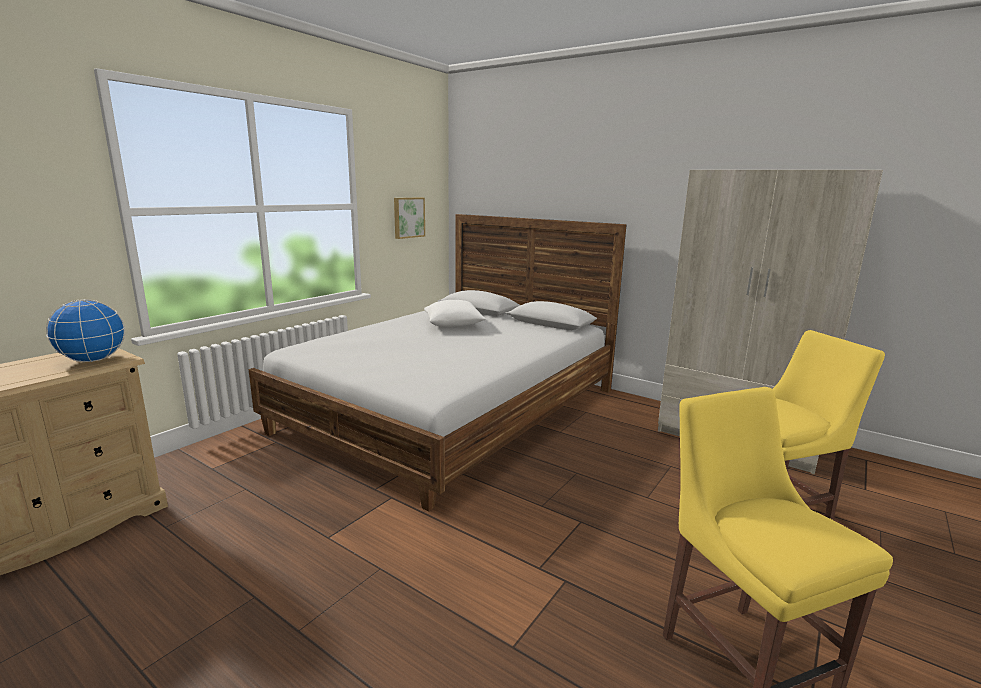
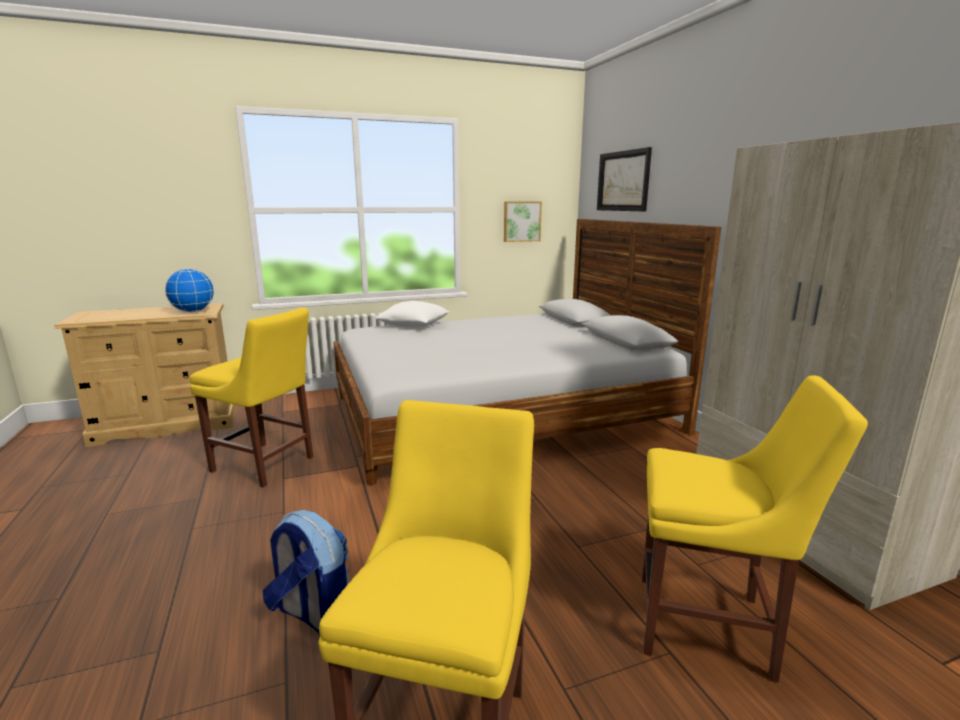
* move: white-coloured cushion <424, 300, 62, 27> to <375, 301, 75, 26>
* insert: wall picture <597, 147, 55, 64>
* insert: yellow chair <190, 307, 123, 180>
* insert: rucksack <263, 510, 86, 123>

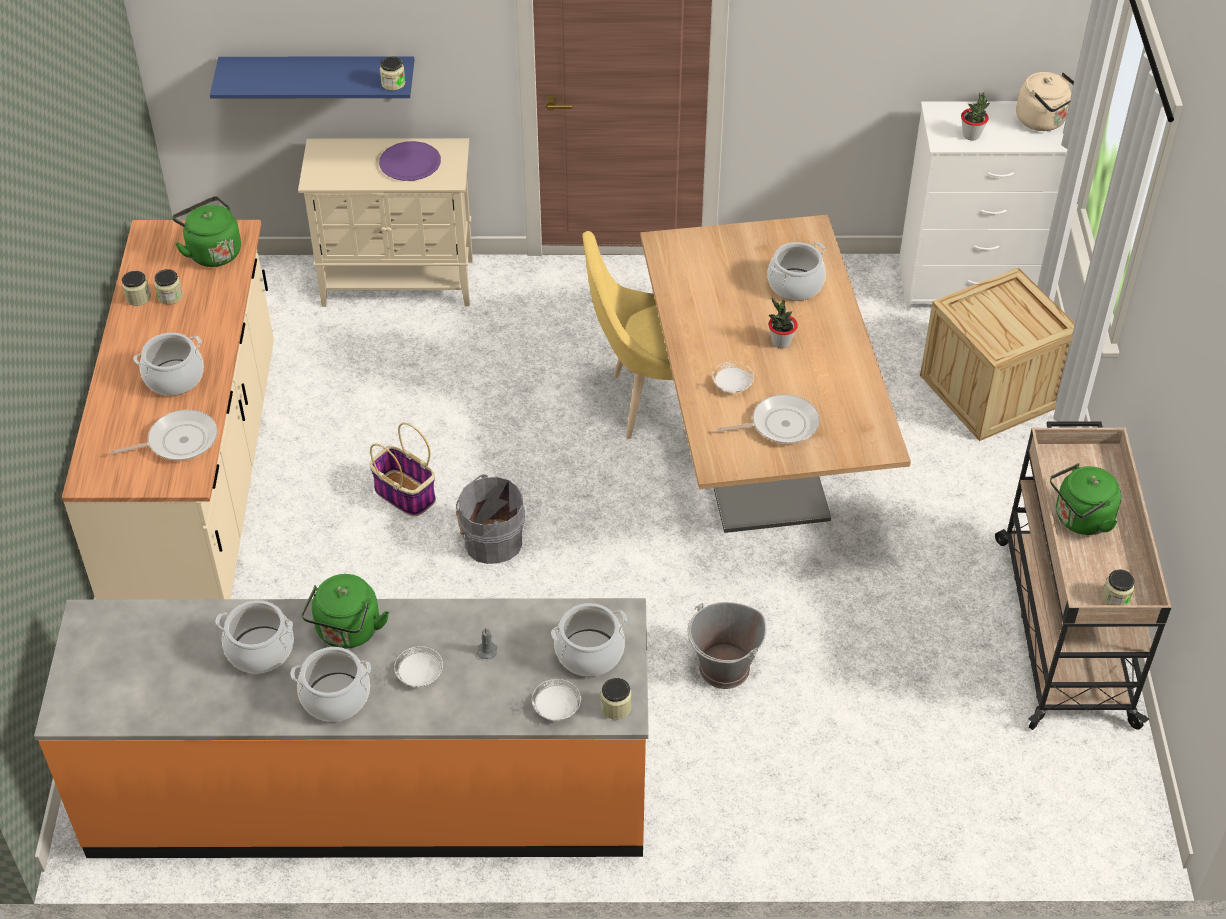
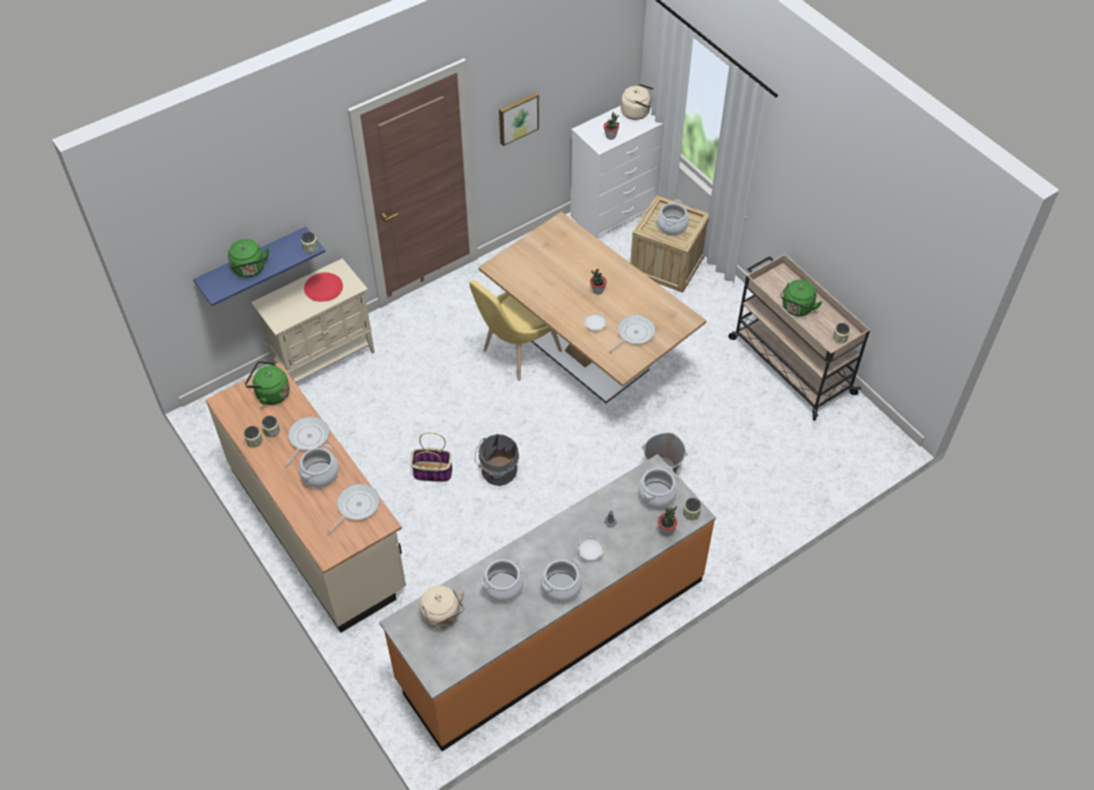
* recolor: purplish dinner plate <379, 141, 62, 40> to reddish dinner plate <304, 273, 39, 29>
* move: saucepot <767, 242, 59, 59> to <657, 200, 32, 35>
* move: green-coloured water kettle <301, 574, 88, 75> to <228, 239, 41, 39>
* replace: white-coloured dinner plate <532, 679, 49, 42> to plant in a pot <658, 506, 19, 29>
* insert: wall picture <499, 92, 40, 54>
* insert: pan <285, 417, 44, 50>
* insert: beige water kettle <419, 585, 46, 45>

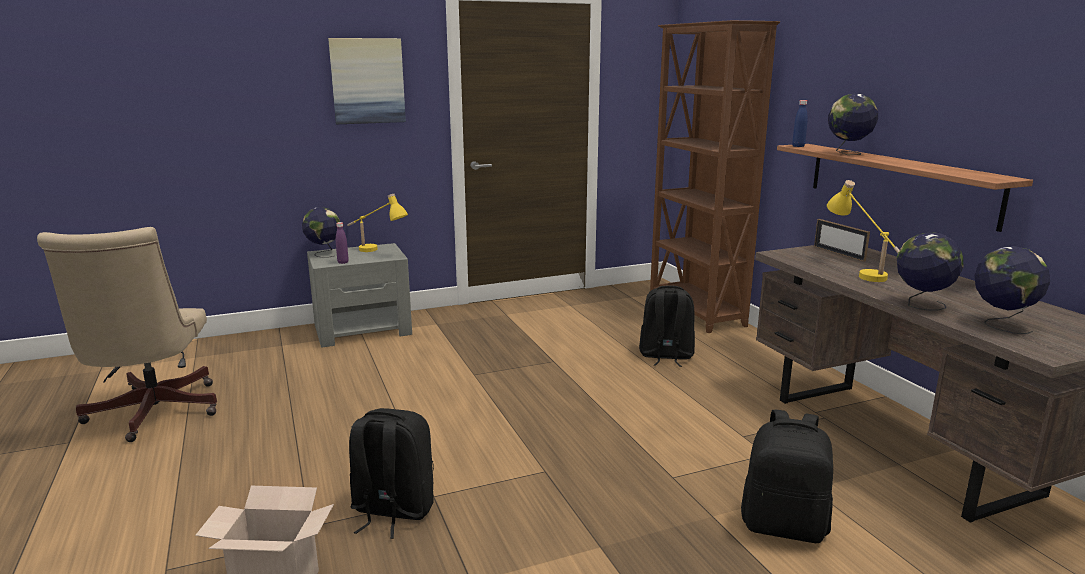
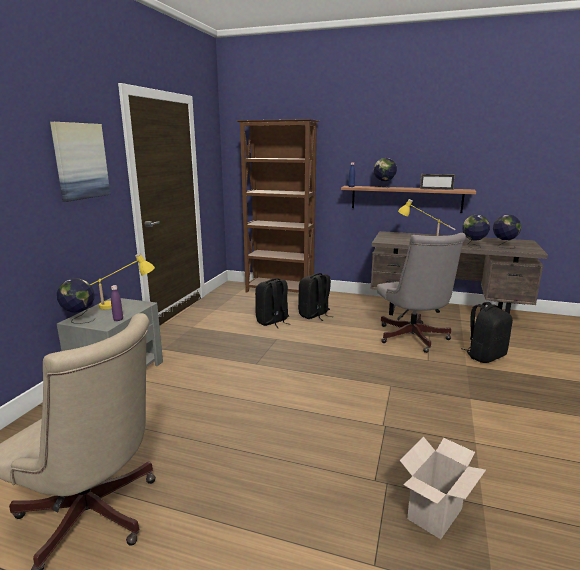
* move: picture frame <814, 219, 56, 43> to <420, 174, 35, 16>
* move: black rucksack <349, 408, 85, 131> to <255, 278, 34, 50>
* insert: gray office chair <377, 233, 89, 120>

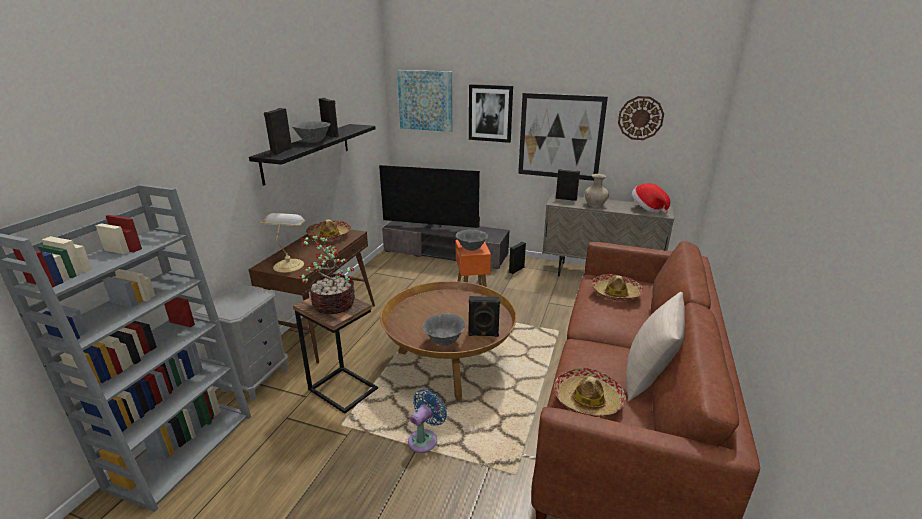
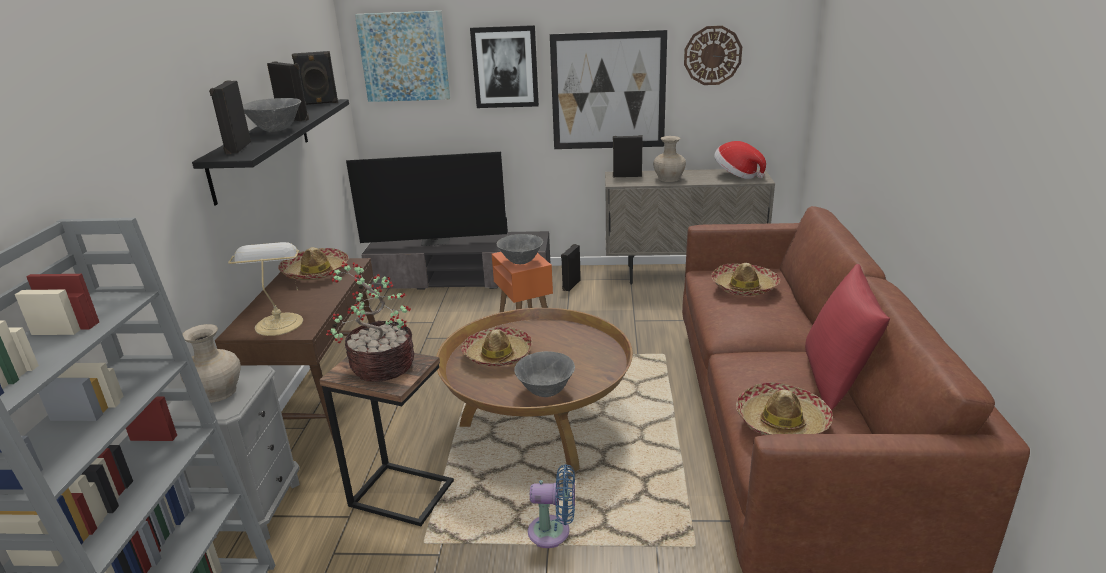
* recolor: beige cushion <626, 292, 59, 110> to reddish cushion <805, 264, 85, 146>
* move: black loudspeaker <468, 296, 32, 41> to <292, 51, 46, 54>
* rotate: blue-coloured fan <408, 389, 39, 64> = <528, 464, 47, 84> 75 degrees clockwise
* insert: beige decorative vase <180, 324, 61, 79>
* insert: wearable hat <461, 327, 72, 39>

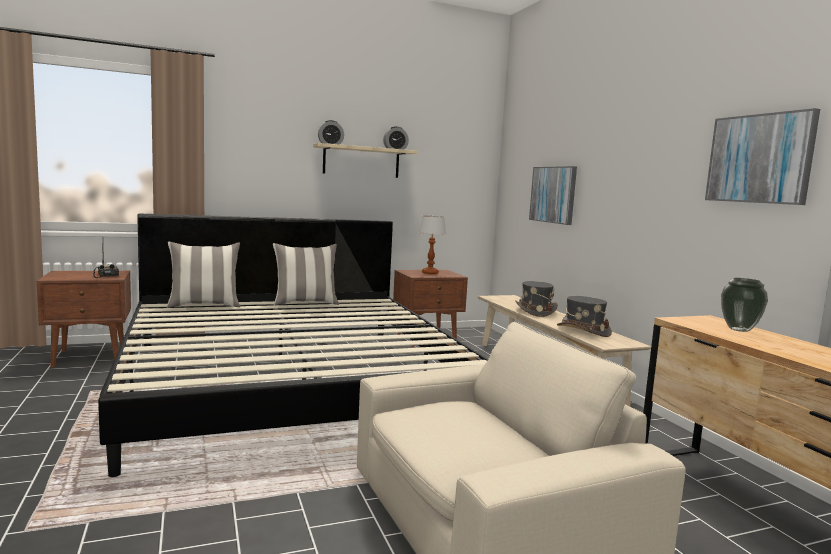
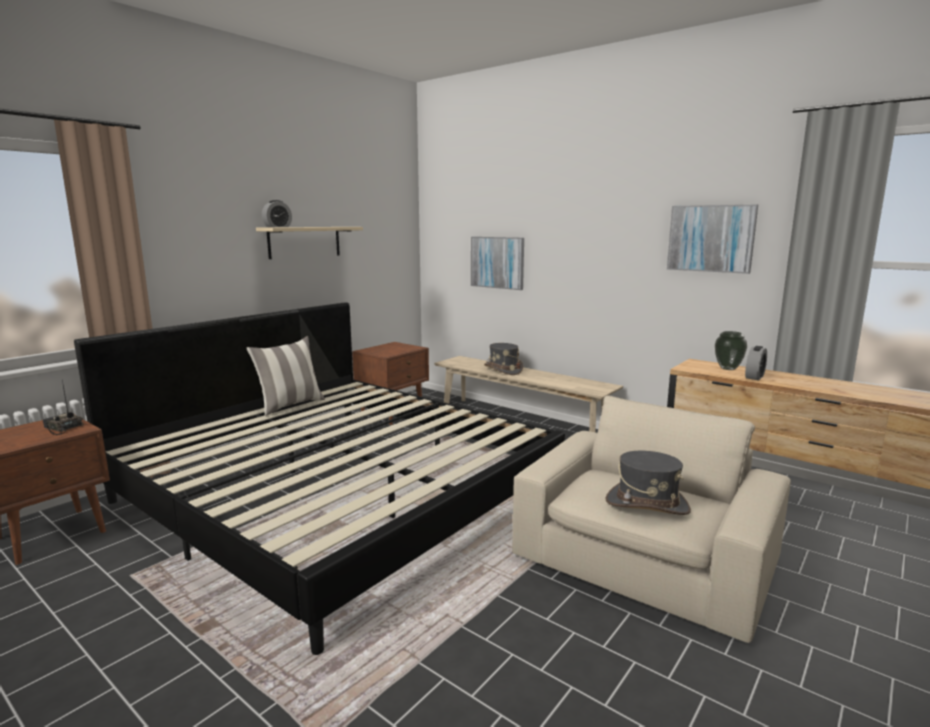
* move: table clock <383, 126, 26, 24> to <745, 346, 22, 34>
* delete: lamp for a table <419, 216, 27, 58>
* delete: cushion <167, 242, 73, 66>
* move: gray wearable hat <557, 296, 55, 41> to <606, 451, 85, 64>

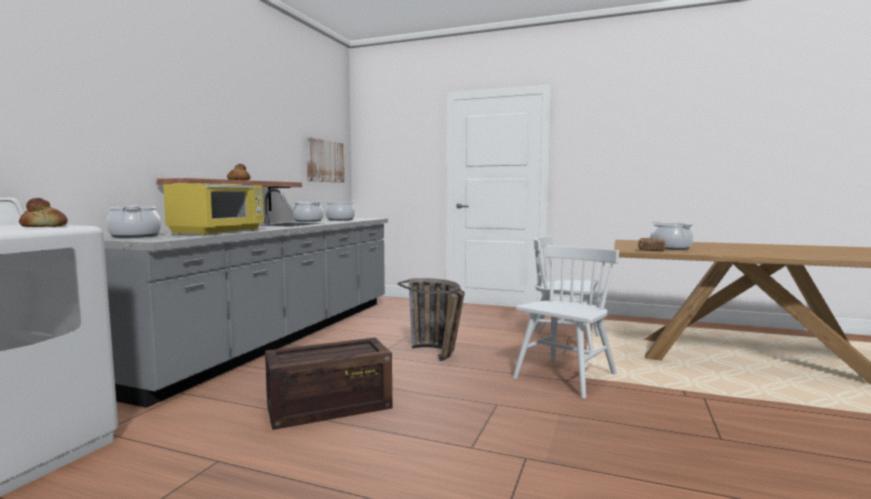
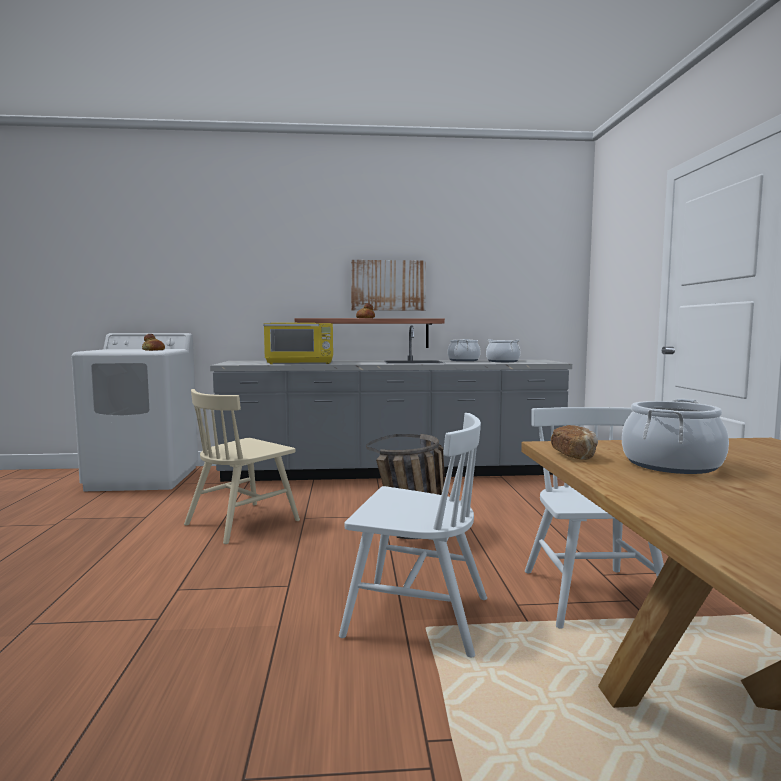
* move: wall picture <306, 137, 39, 46> to <351, 260, 75, 51>
* delete: saucepot <106, 205, 55, 33>
* replace: shipping crate <265, 338, 127, 92> to beige chair <184, 389, 116, 155>

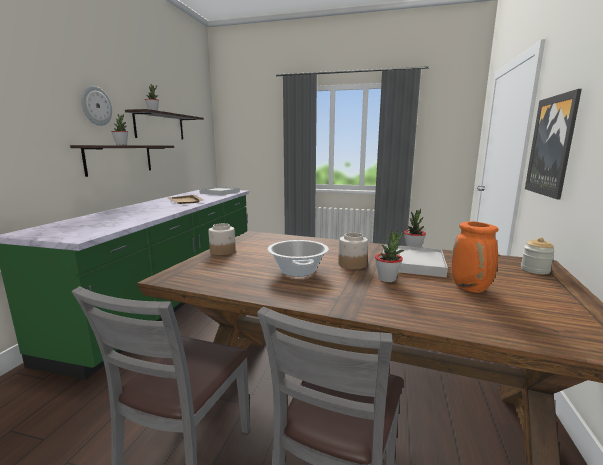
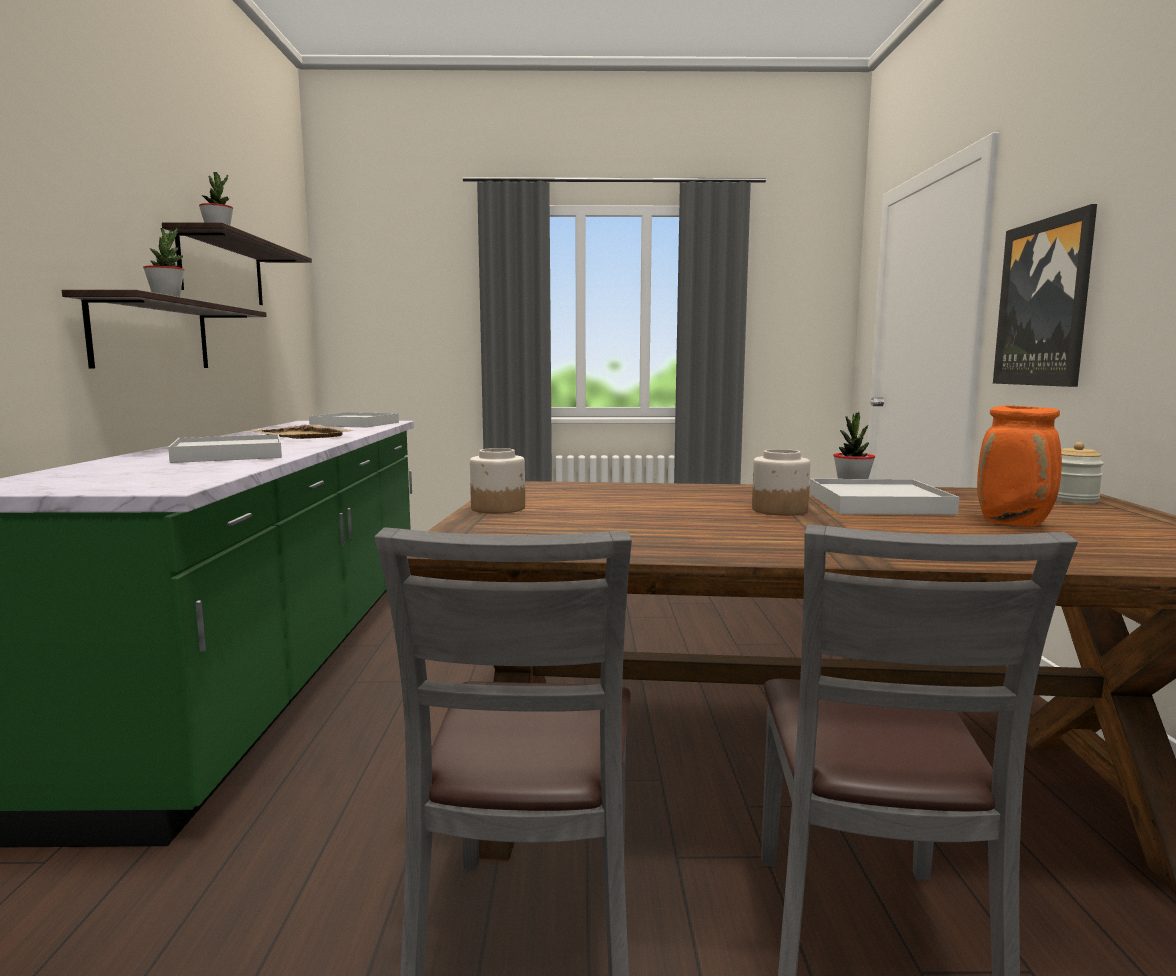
* delete: clock on the wall <81, 86, 31, 40>
* delete: plant in a pot <375, 229, 29, 53>
* delete: saucepot <267, 240, 62, 37>
* insert: white-coloured serving tray <168, 434, 114, 29>

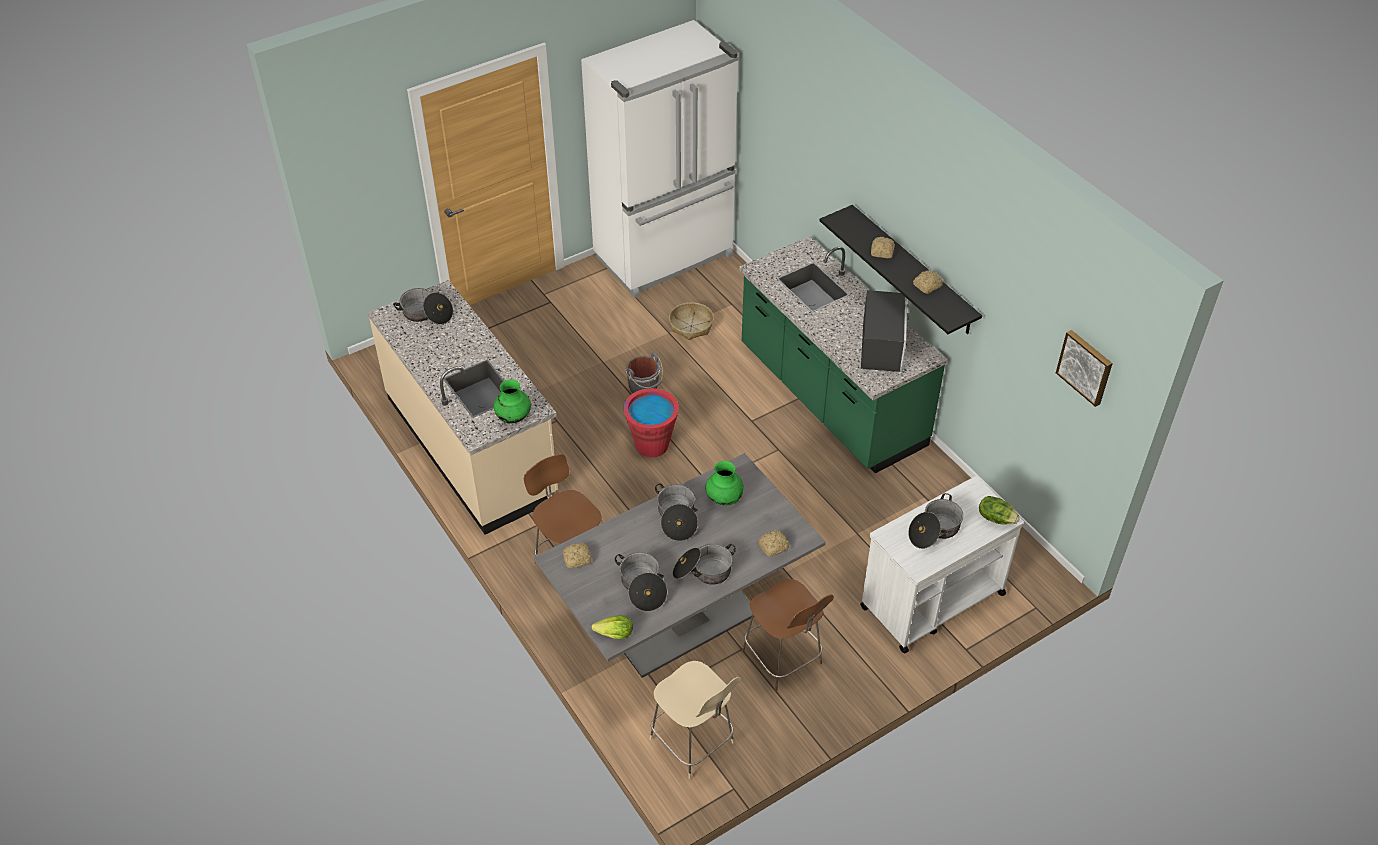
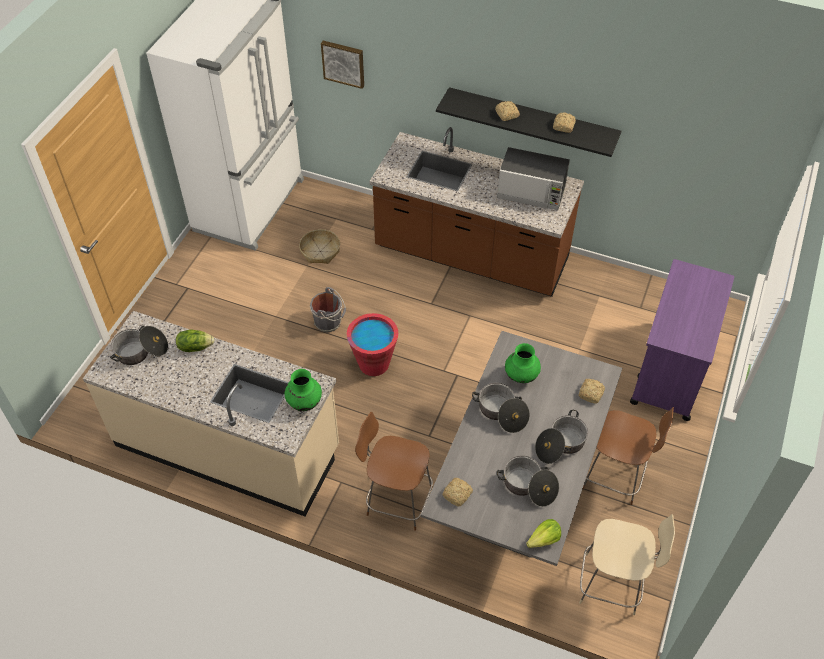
* recolor: green-coloured counter <739, 236, 208, 237> to brown counter <370, 127, 214, 170>
* rotate: microwave <861, 290, 49, 82> = <497, 147, 73, 63> 135 degrees clockwise
* move: wall picture <1056, 330, 57, 77> to <321, 41, 43, 48>
* recolor: white-coloured wheeled cart <860, 476, 164, 177> to purplish wheeled cart <630, 259, 104, 162>
* delete: saucepot <908, 493, 56, 56>
* move: lettuce <979, 496, 41, 29> to <176, 329, 38, 23>

